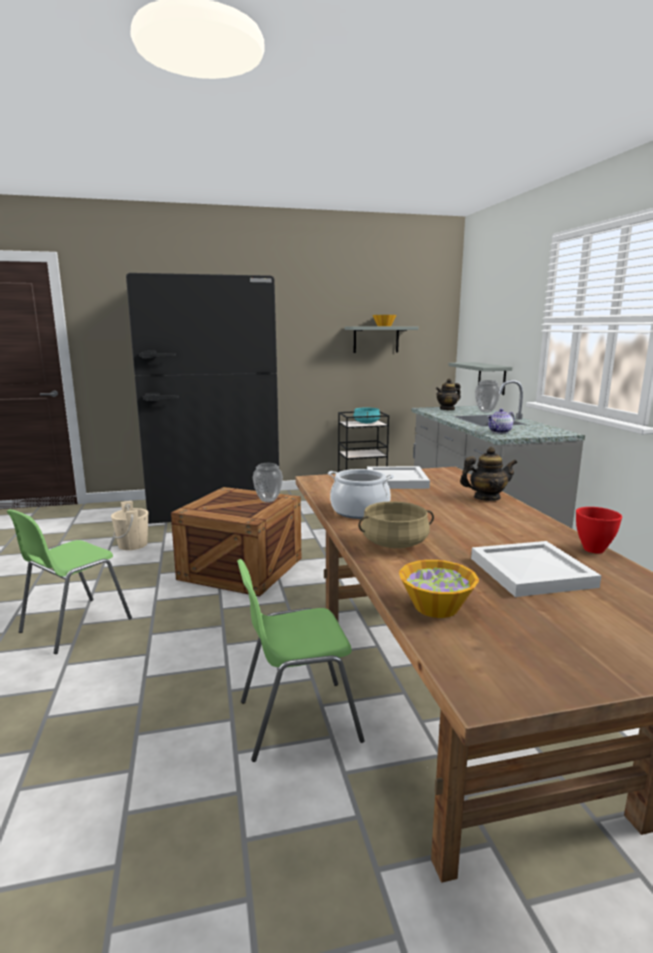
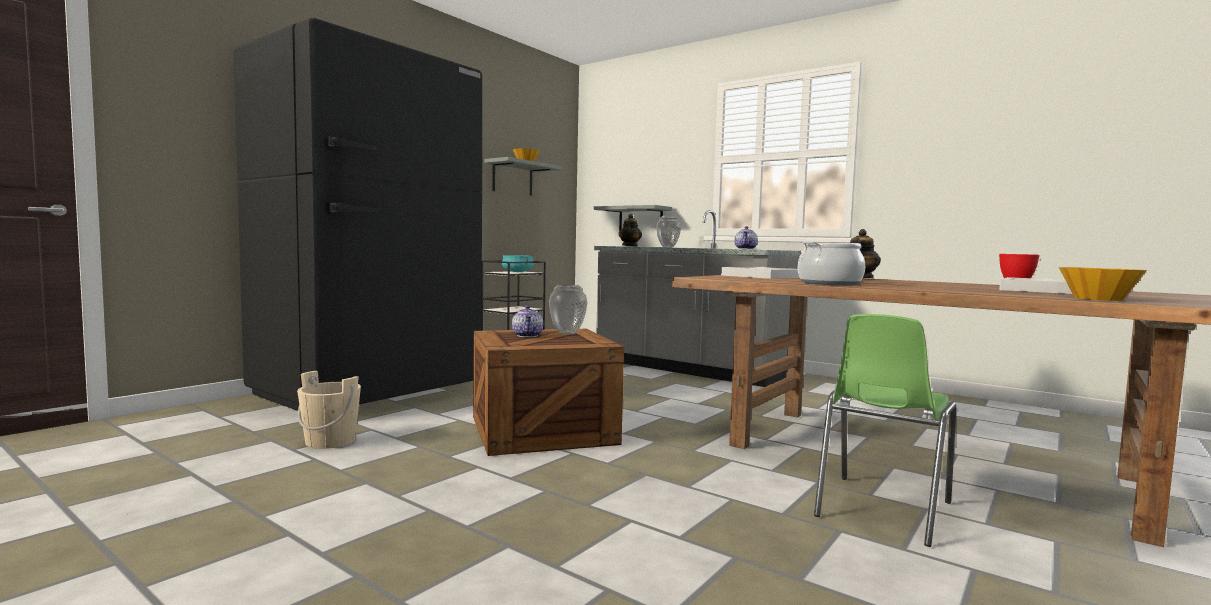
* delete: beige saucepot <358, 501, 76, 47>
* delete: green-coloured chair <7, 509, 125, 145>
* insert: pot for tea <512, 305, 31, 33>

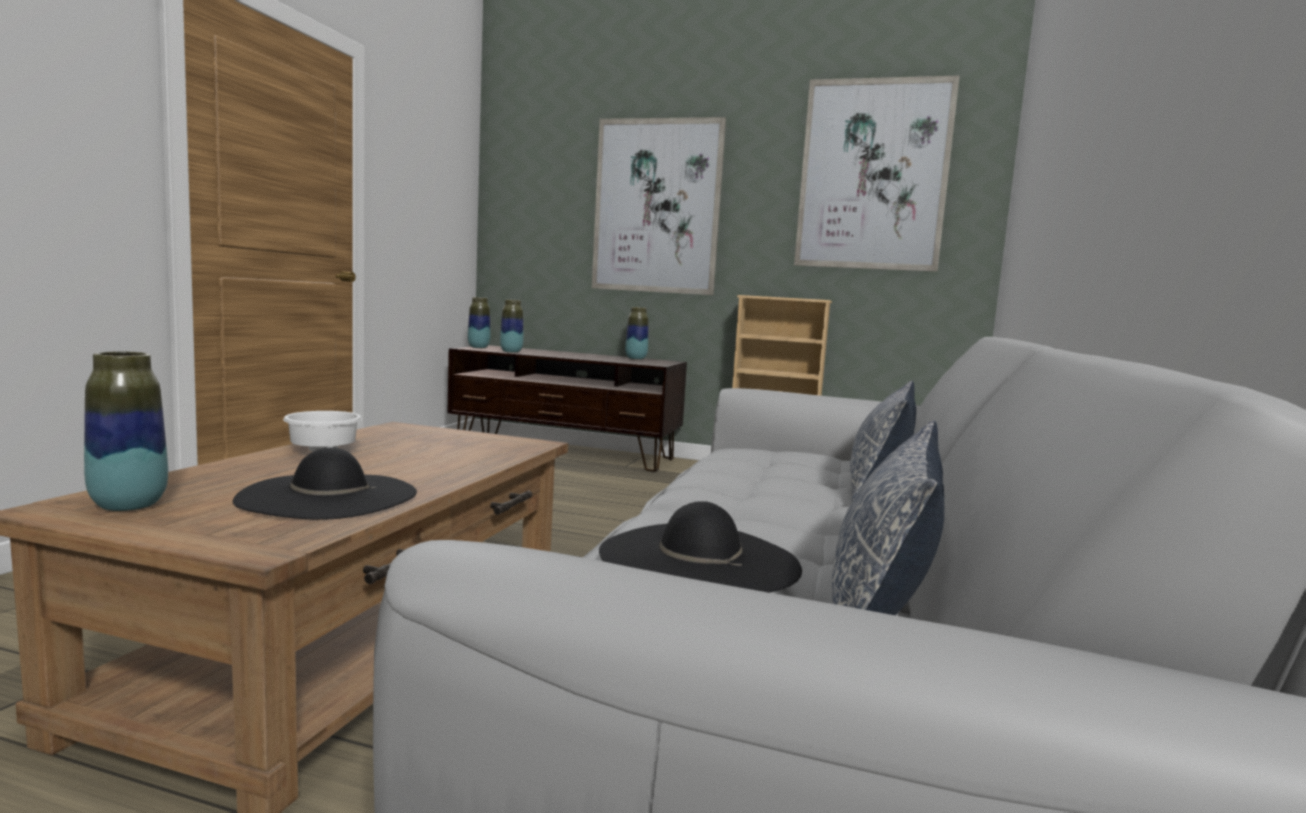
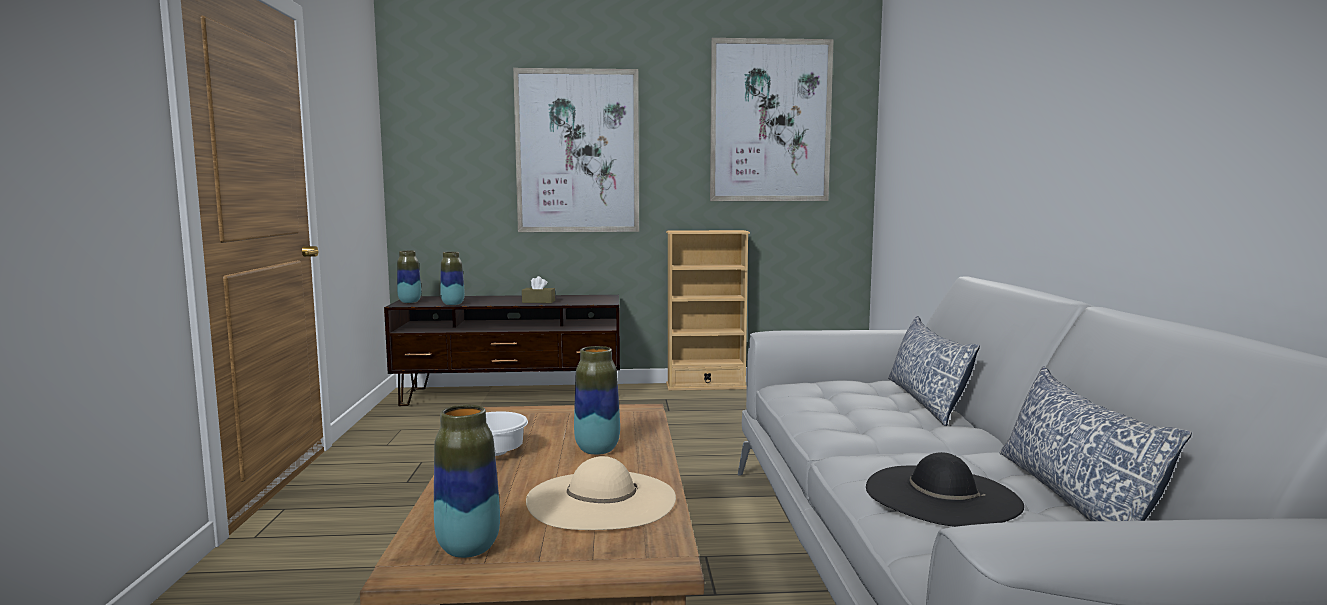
* move: decorative vase <625, 307, 23, 53> to <574, 346, 46, 109>
* recolor: black wearable hat <233, 447, 184, 73> to beige wearable hat <526, 456, 150, 74>
* insert: brown tissue holder <522, 276, 33, 27>

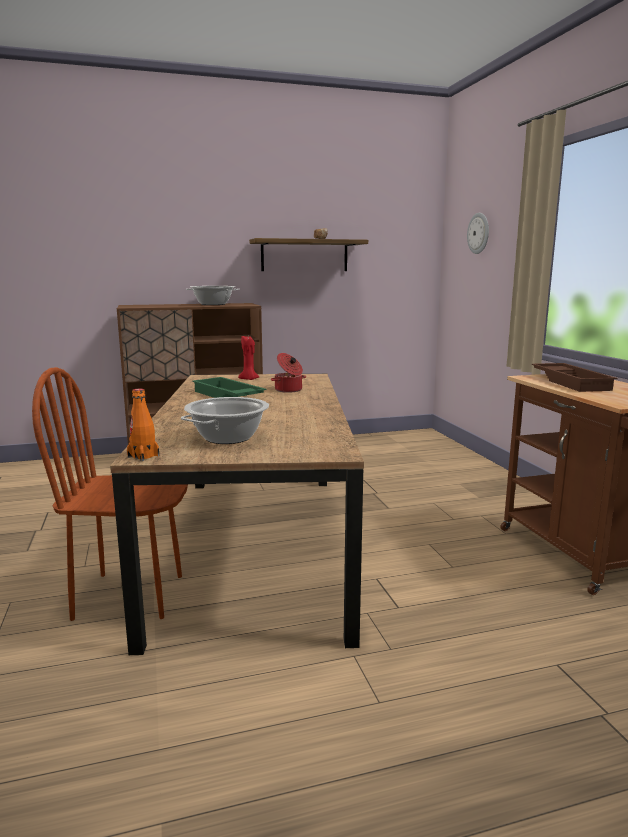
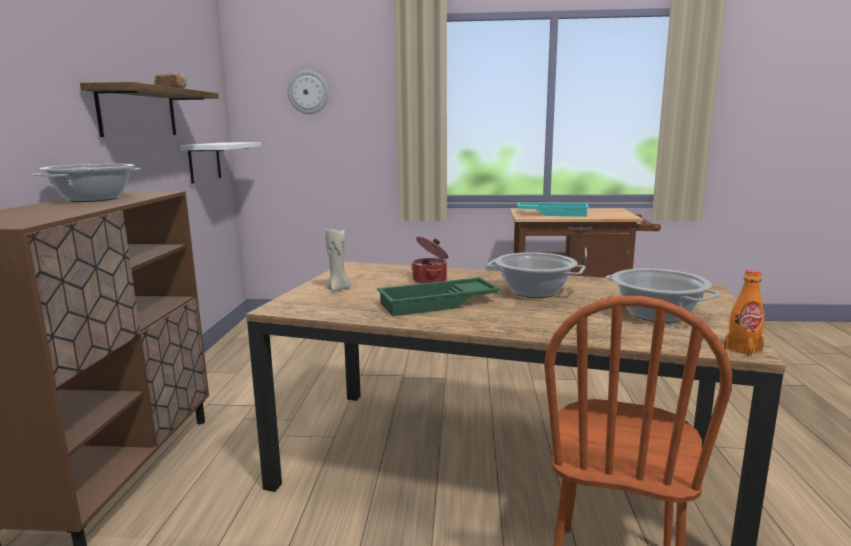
* recolor: reddish wax light <238, 336, 21, 44> to beige wax light <325, 229, 26, 62>
* recolor: brown serving tray <532, 363, 85, 29> to blue-green serving tray <517, 202, 72, 15>
* insert: white-coloured wall shelf <181, 142, 80, 42>
* insert: saucepot <487, 252, 98, 46>

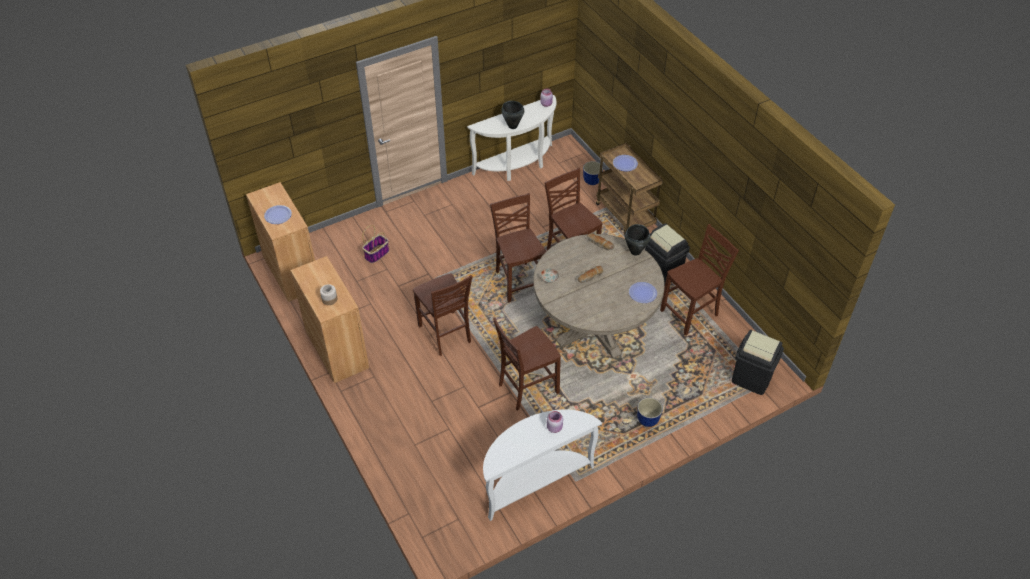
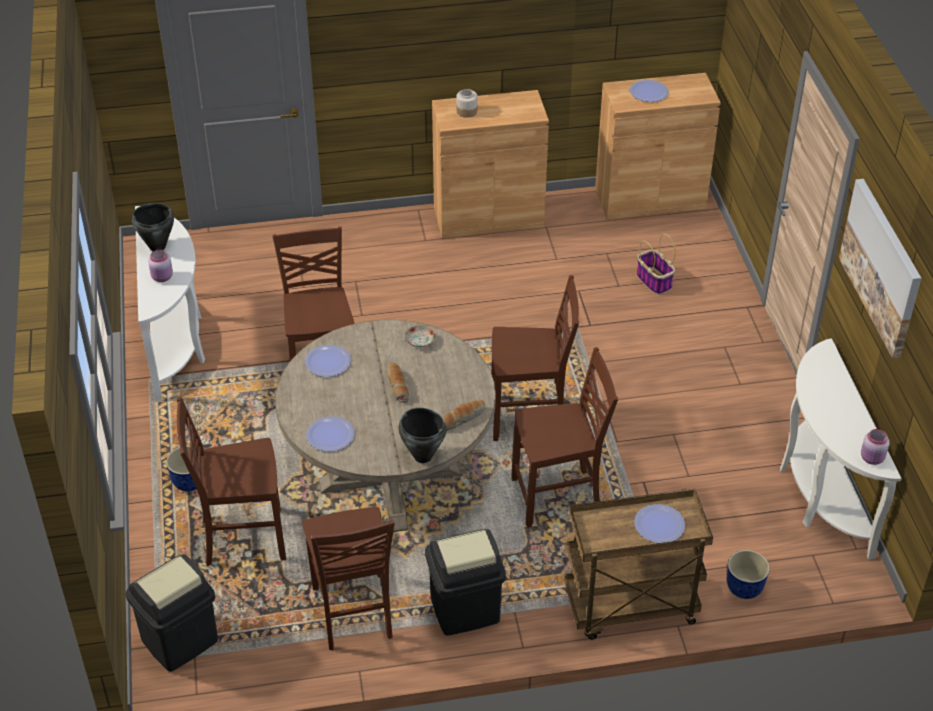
* move: black saucepot <501, 101, 23, 28> to <132, 203, 42, 48>
* move: brown chair <413, 273, 60, 83> to <177, 397, 109, 169>
* insert: wall picture <839, 179, 82, 180>
* insert: dinner plate <305, 345, 46, 32>

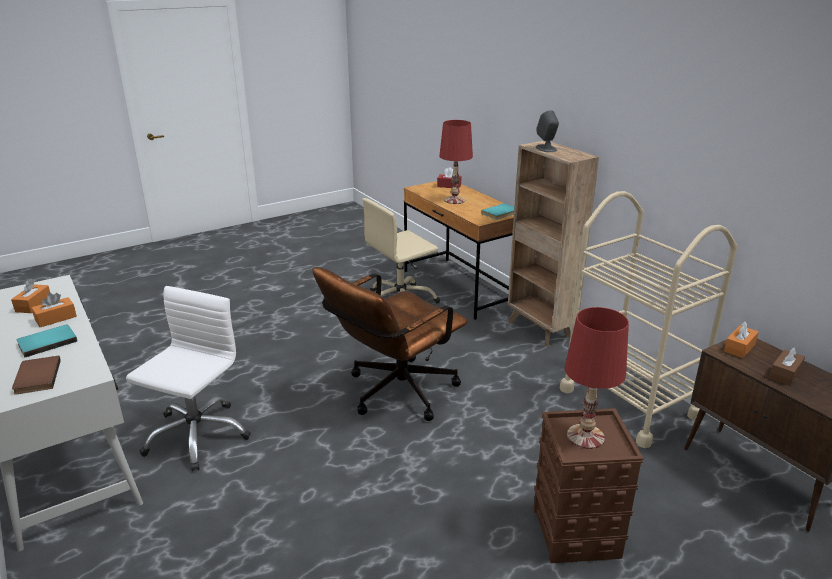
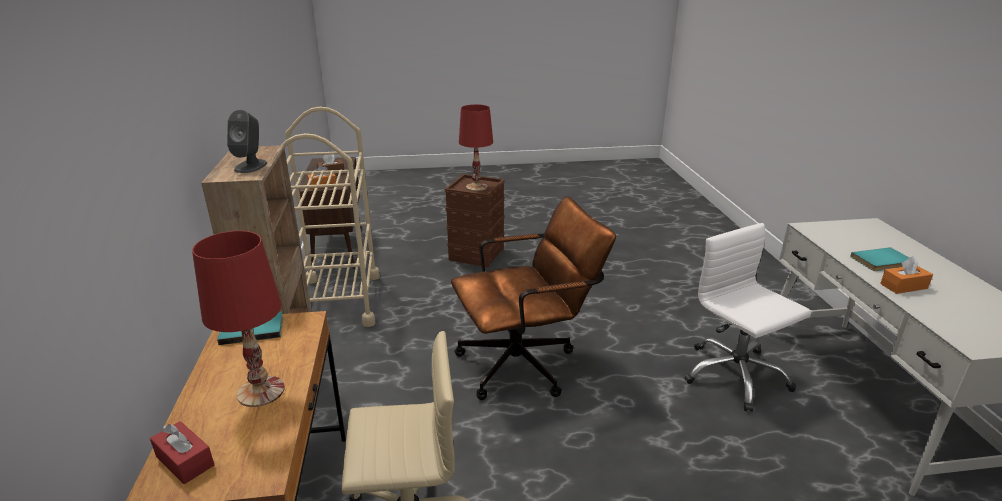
* delete: orangey tissue holder <11, 279, 39, 34>
* rotate: white-coloured office chair <126, 286, 125, 185> = <684, 223, 127, 189> 105 degrees clockwise
* delete: brown volume <12, 356, 49, 39>

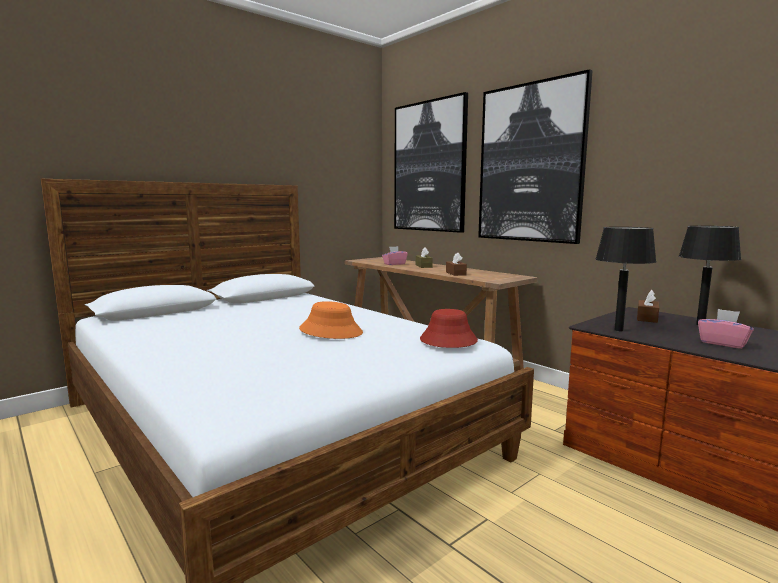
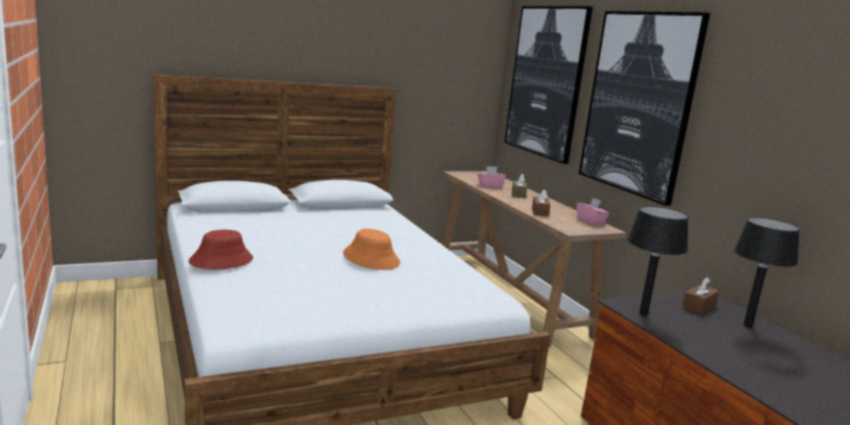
* move: reddish wearable hat <420, 309, 58, 39> to <189, 230, 64, 39>
* move: pinkish tissue holder <698, 309, 56, 40> to <576, 198, 33, 27>

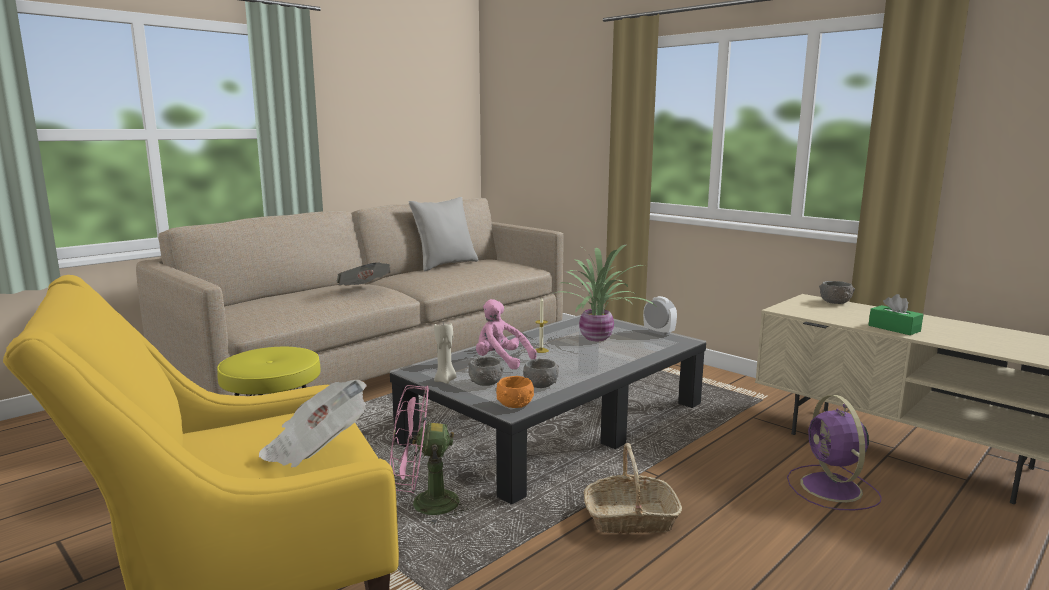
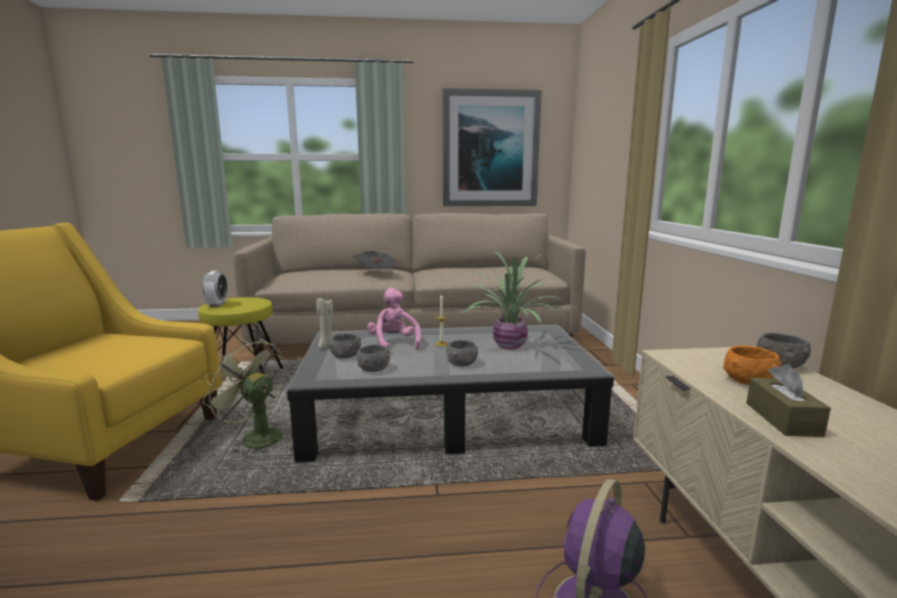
* delete: gray cushion <409, 197, 69, 74>
* recolor: green-coloured tissue holder <869, 294, 54, 41> to brown tissue holder <746, 363, 85, 74>
* move: table clock <643, 296, 34, 40> to <202, 271, 26, 36>
* move: orangey serving bowl <496, 376, 38, 32> to <723, 345, 58, 40>
* delete: newspaper <259, 380, 108, 87>
* recolor: pinkish fan <390, 385, 84, 140> to green-coloured fan <201, 339, 84, 117>
* delete: household basket <583, 443, 99, 90>
* insert: wall picture <443, 88, 99, 118>
* insert: gray serving bowl <446, 340, 32, 27>

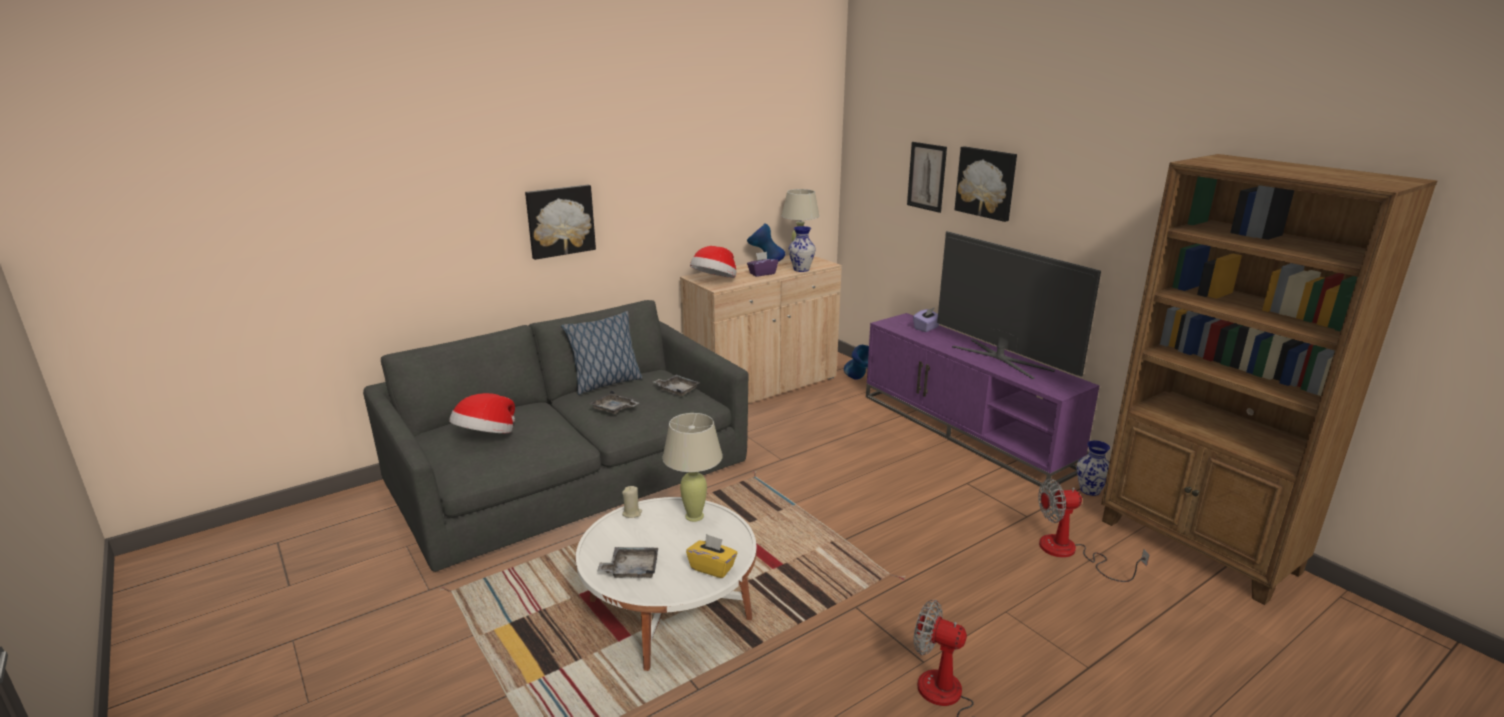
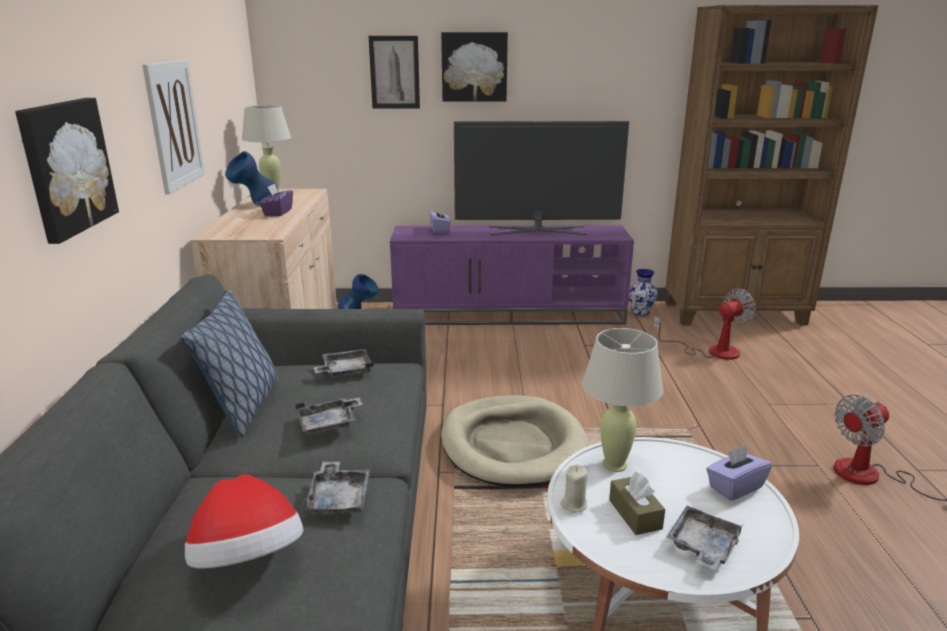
* delete: decorative vase <789, 226, 27, 46>
* delete: wearable hat <690, 246, 47, 32>
* rotate: fan <1038, 479, 111, 103> = <653, 289, 103, 71> 150 degrees counterclockwise
* recolor: yellow tissue holder <686, 534, 51, 44> to purplish tissue holder <706, 445, 66, 56>
* insert: wall picture <142, 60, 63, 134>
* insert: beige dog cushion <441, 395, 149, 92>
* insert: gray serving tray <303, 461, 67, 56>
* insert: brown tissue holder <609, 471, 56, 64>

